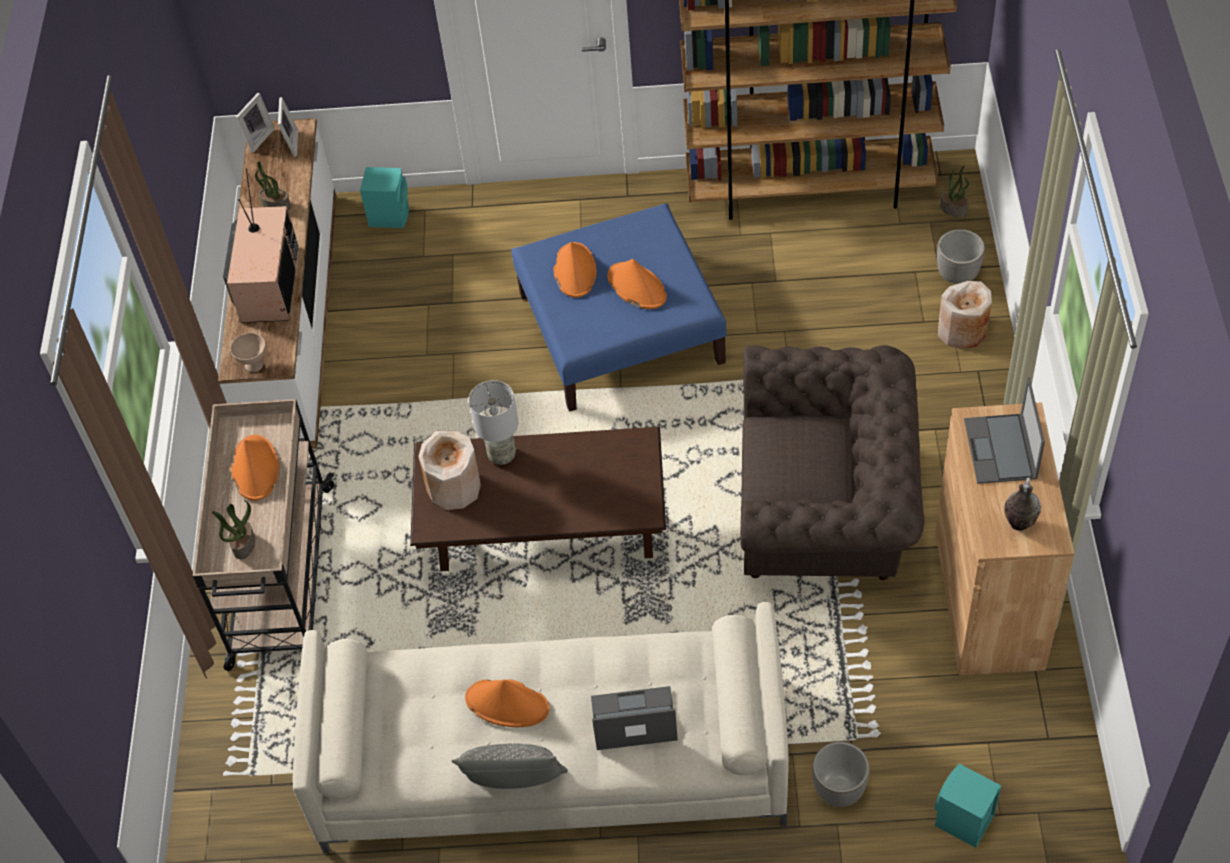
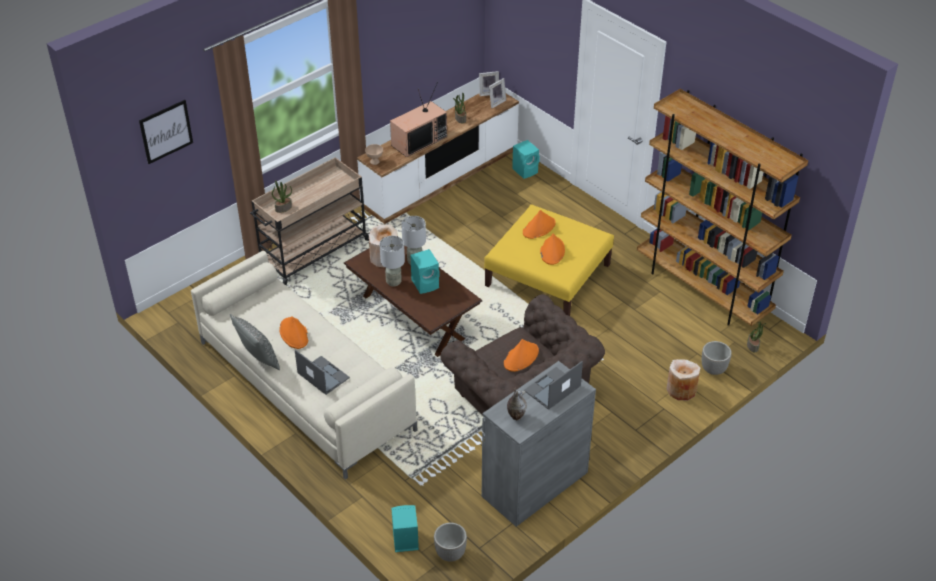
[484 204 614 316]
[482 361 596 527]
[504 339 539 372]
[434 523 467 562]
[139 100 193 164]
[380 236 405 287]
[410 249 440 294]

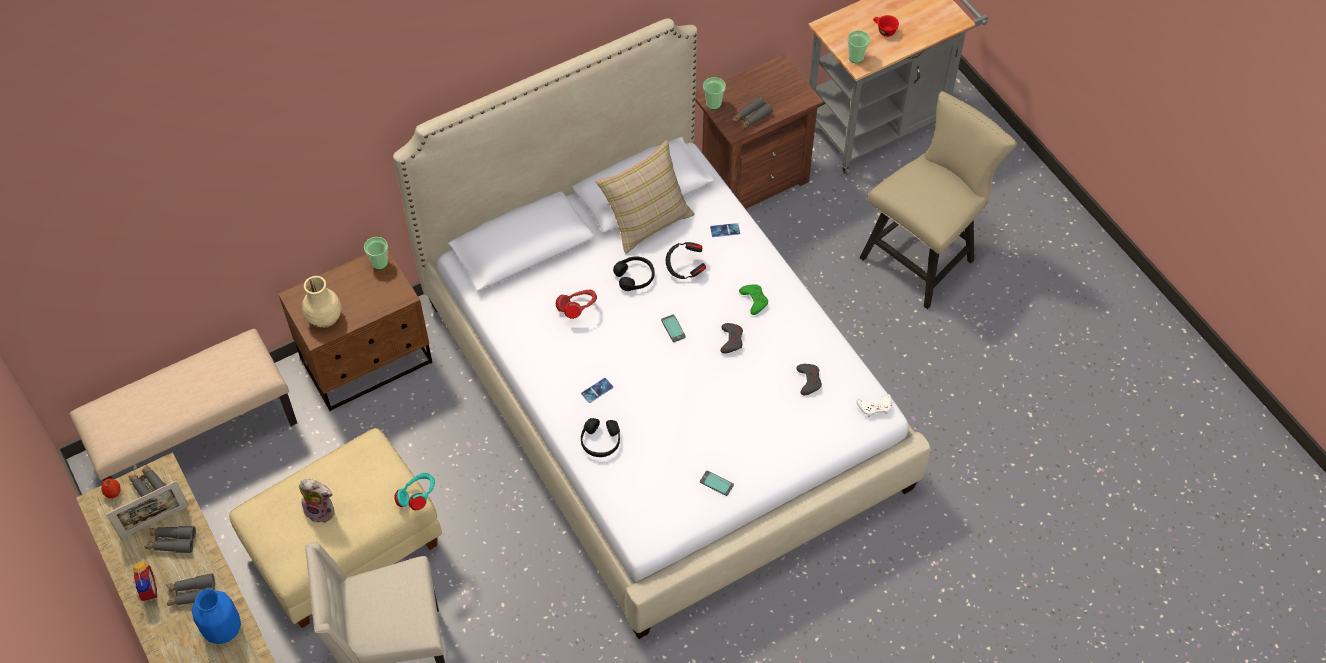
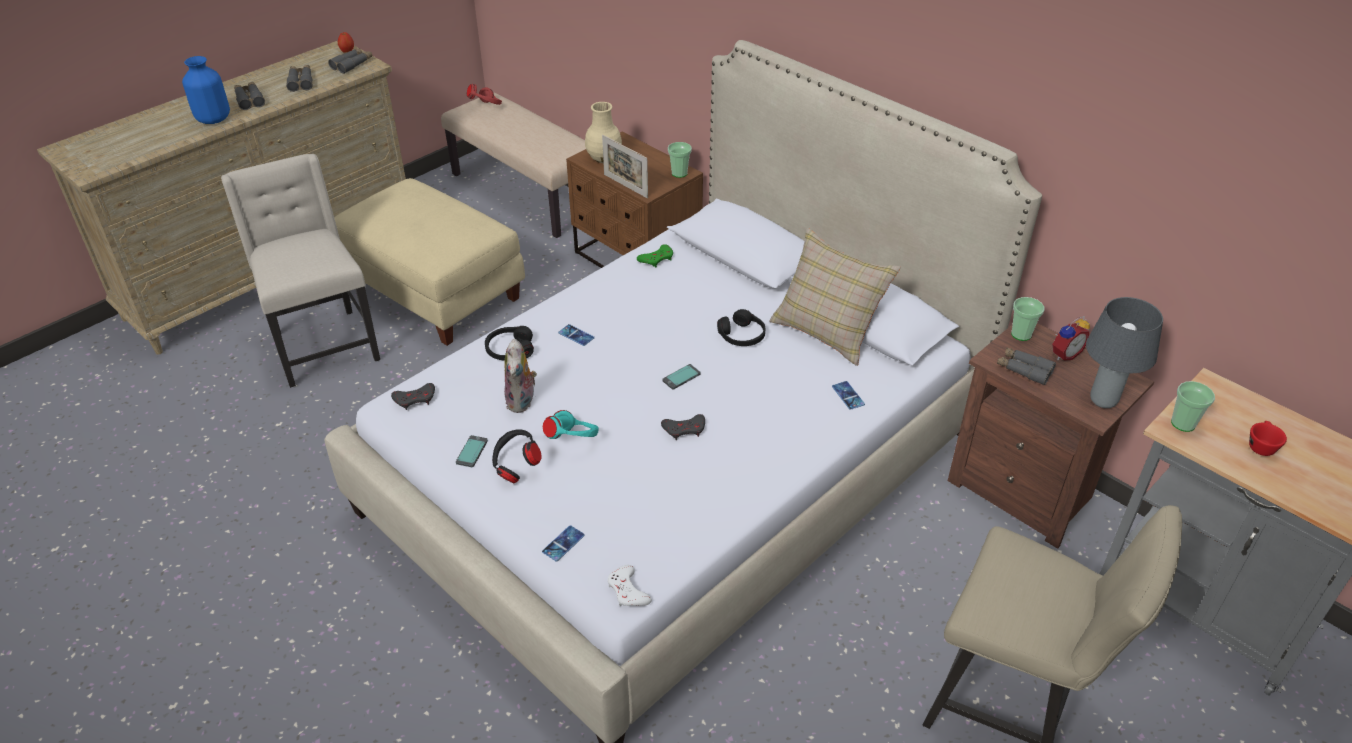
[492 429 542 483]
[637 244 673 267]
[467 84 502 105]
[391 383 435 410]
[543 410 599 439]
[504 339 537 413]
[602 135 648 198]
[1052 316 1090 361]
[1086 297 1163 408]
[542 525 585 562]

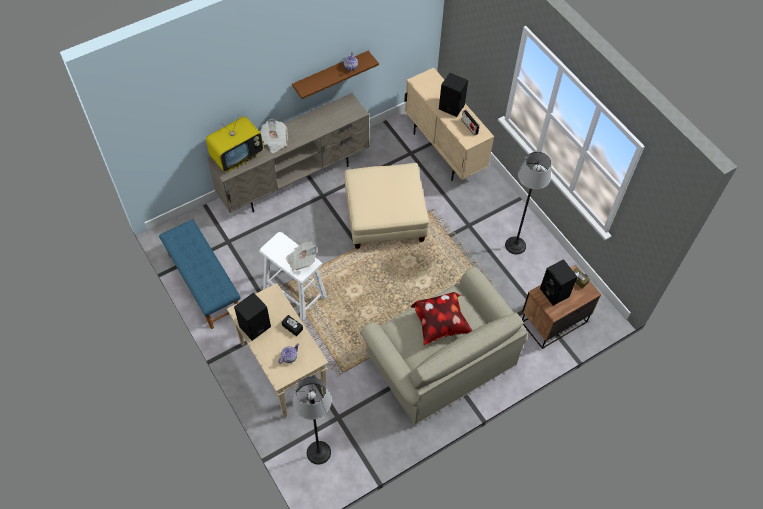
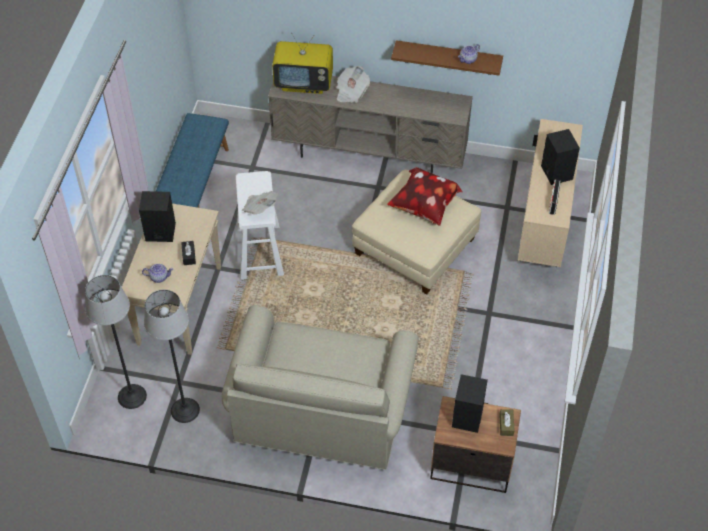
[144 290 200 423]
[387 167 462 226]

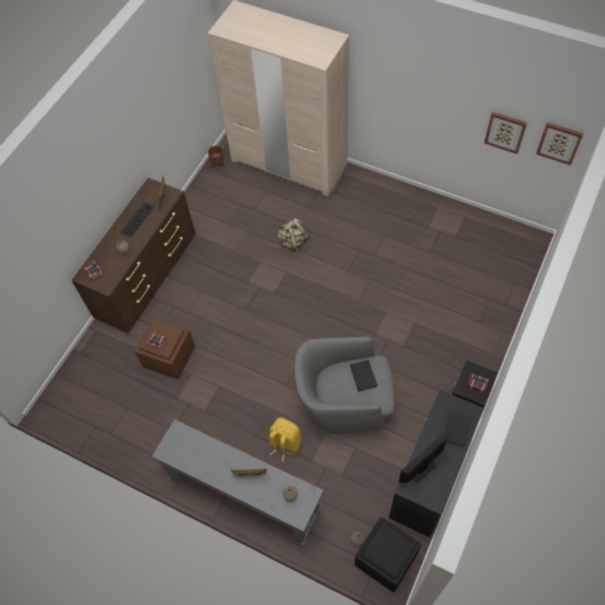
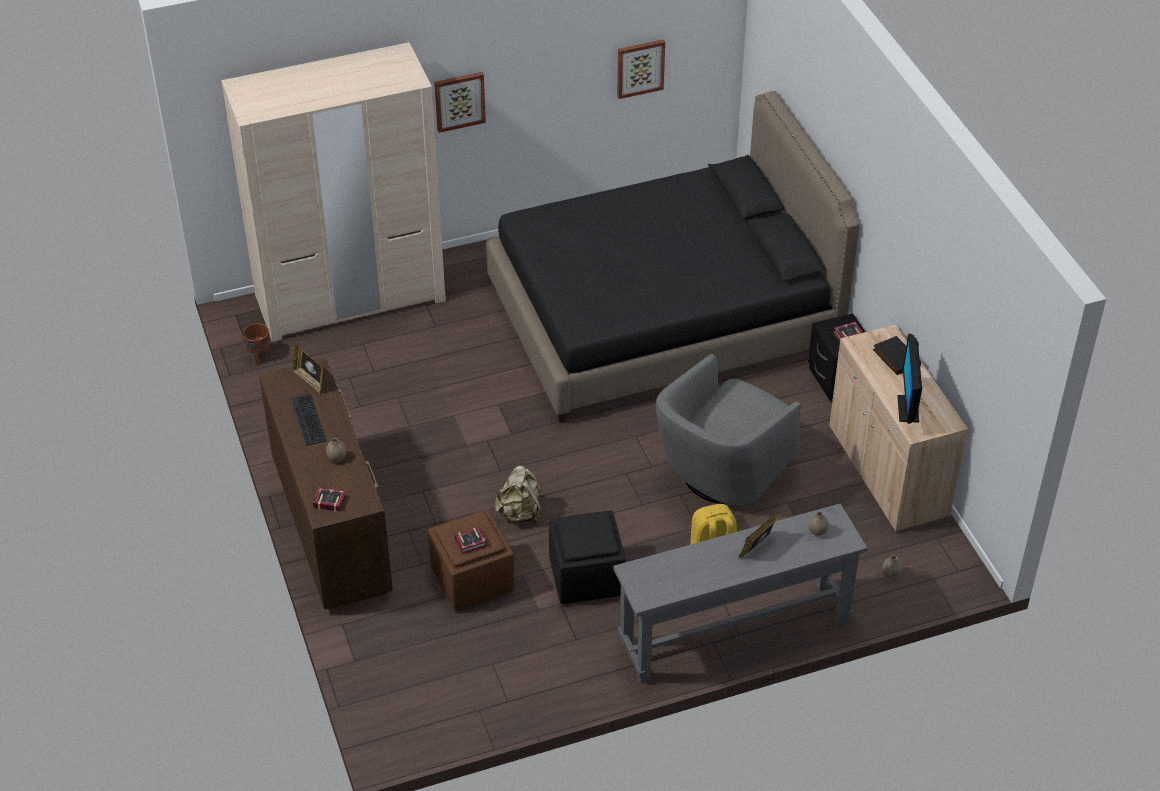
[434 72 486 133]
[495 466 541 524]
[350 360 377 392] (first image)
[829 325 968 532]
[549 510 626 604]
[486 91 860 423]

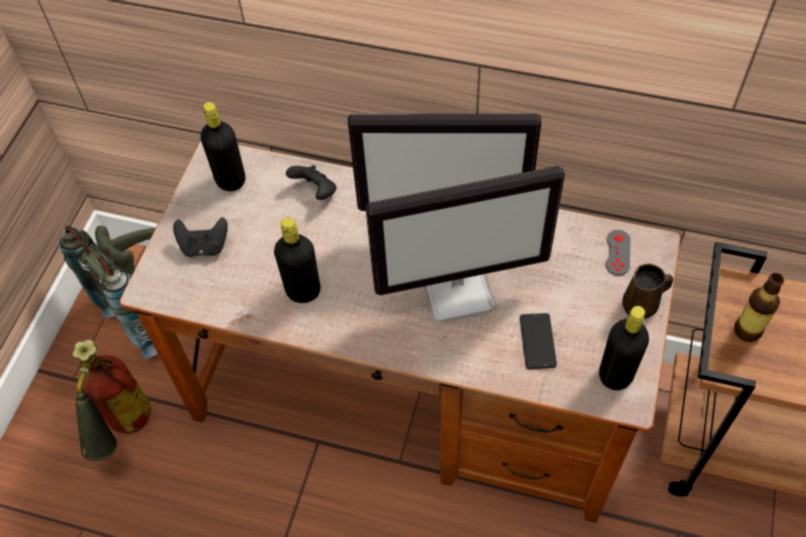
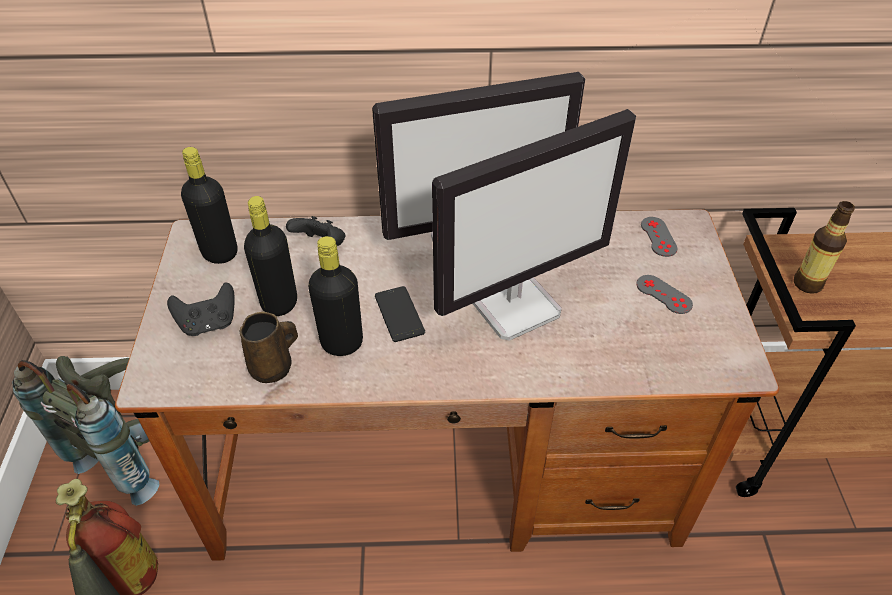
[240 312 298 383]
[244 196 297 316]
[375 286 425 342]
[636 275 693 314]

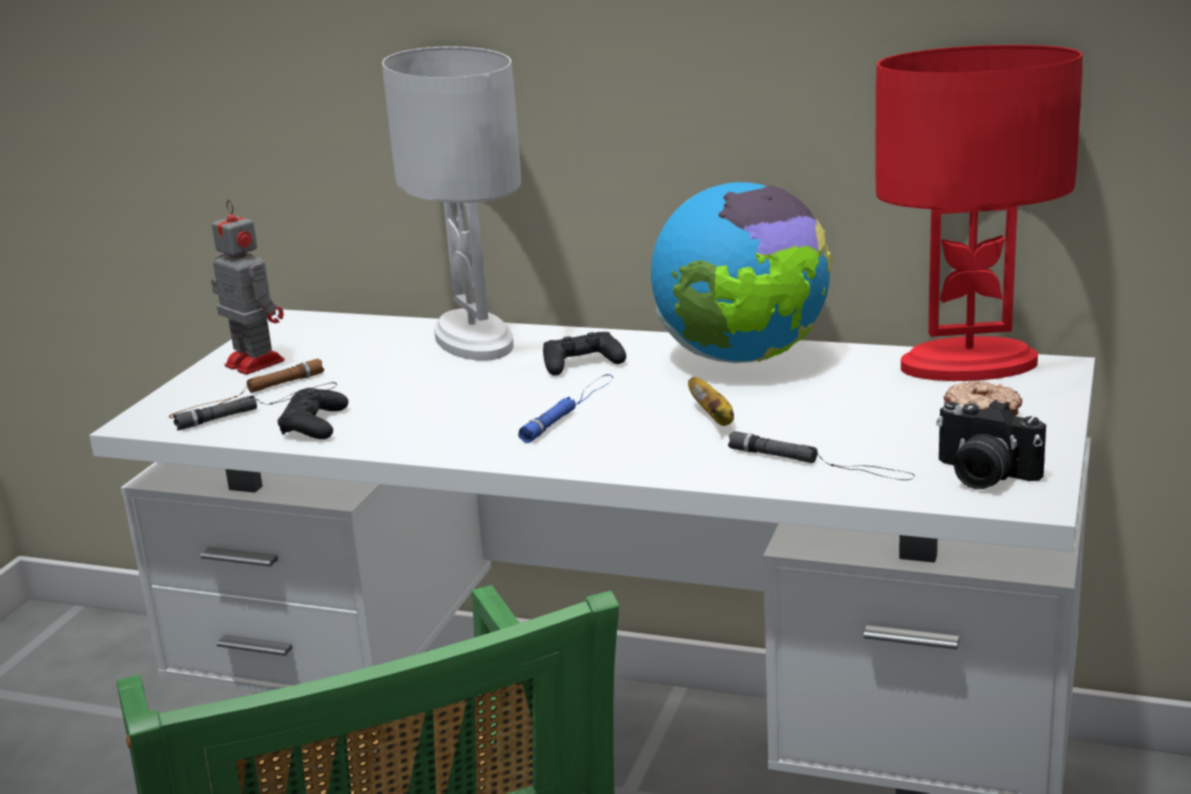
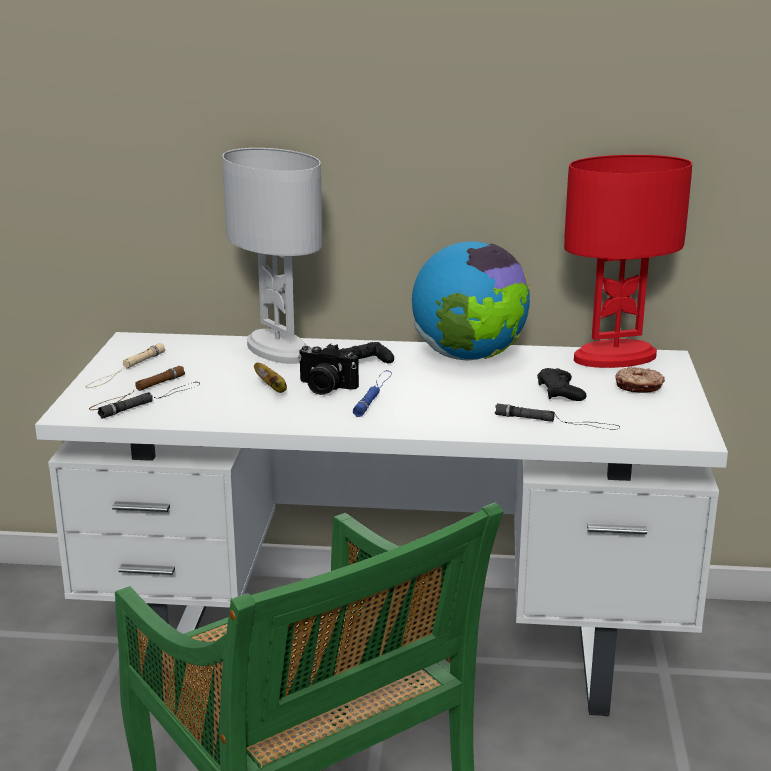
[86 343 165 388]
[254 363 287 393]
[537 368 586 401]
[298 344 359 395]

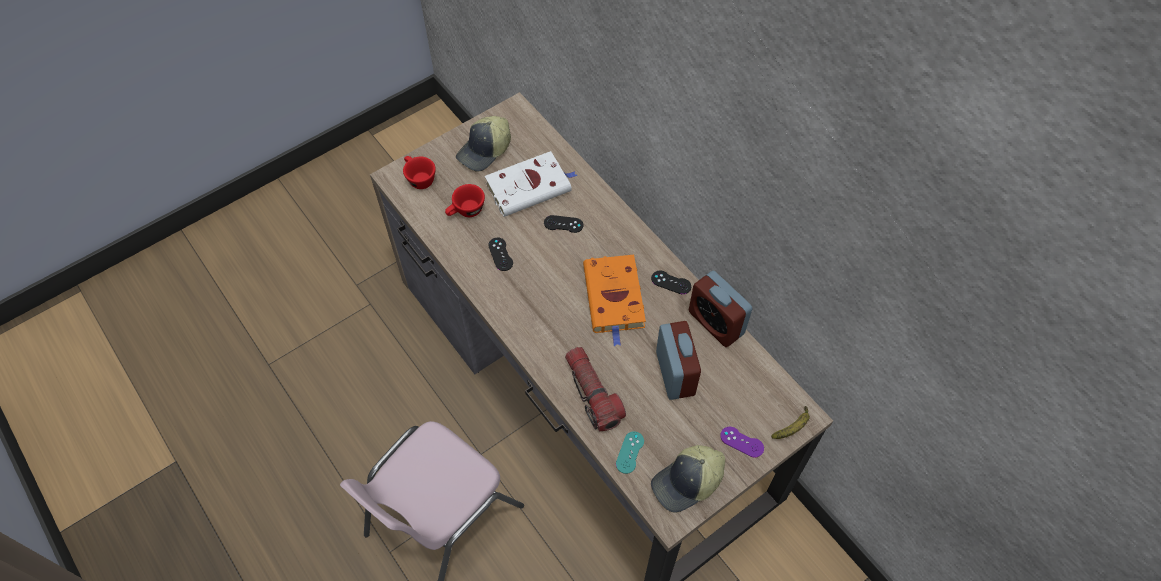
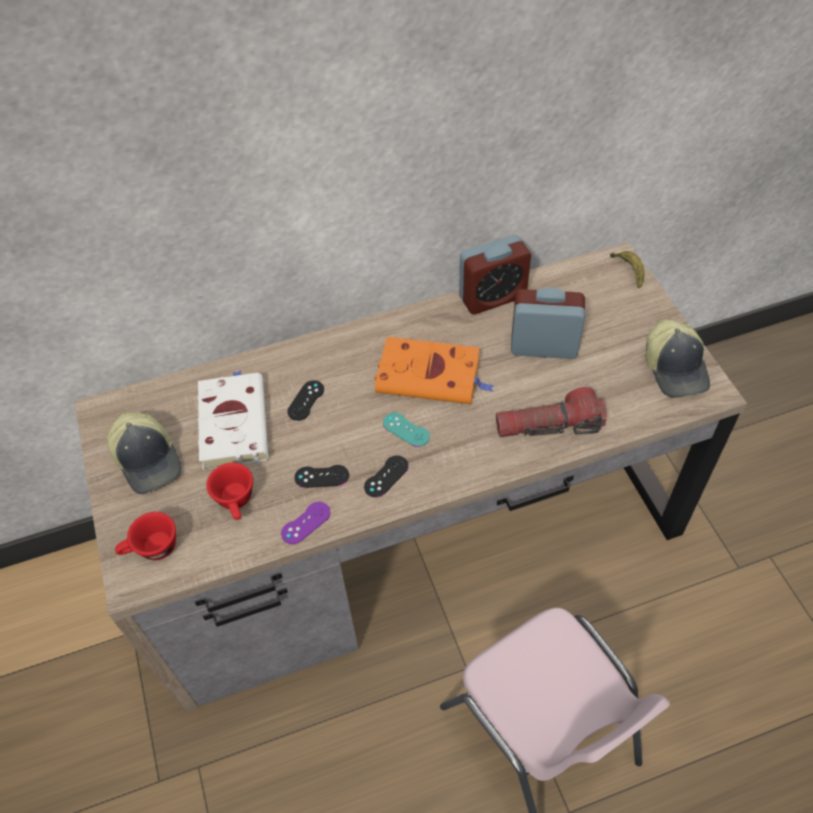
[364 456 409 497]
[281 502 331 544]
[383 412 430 447]

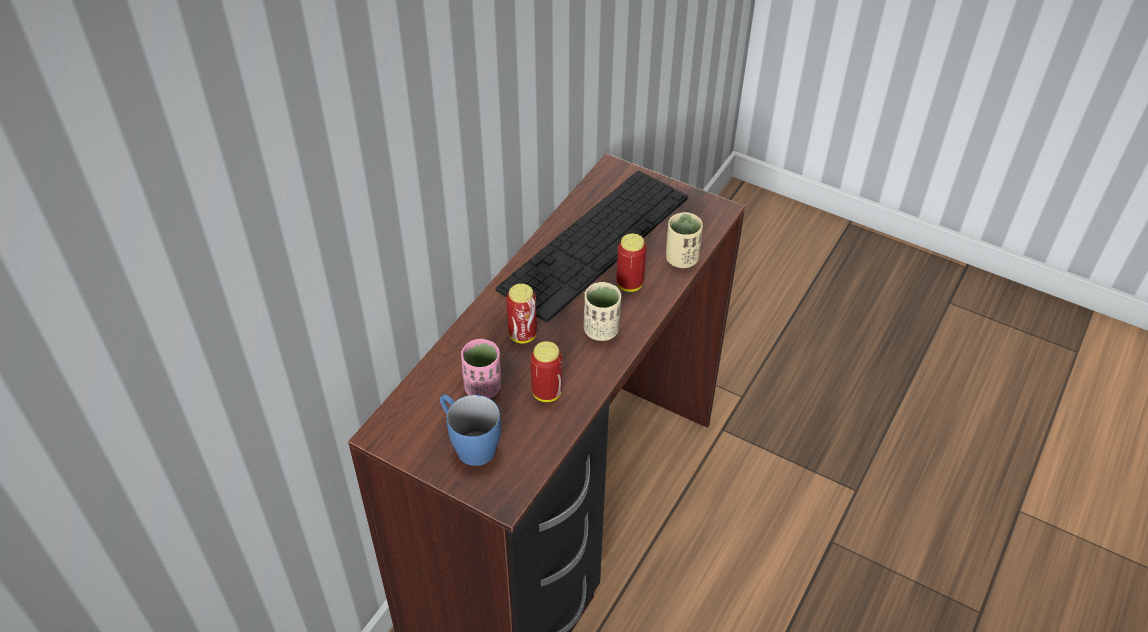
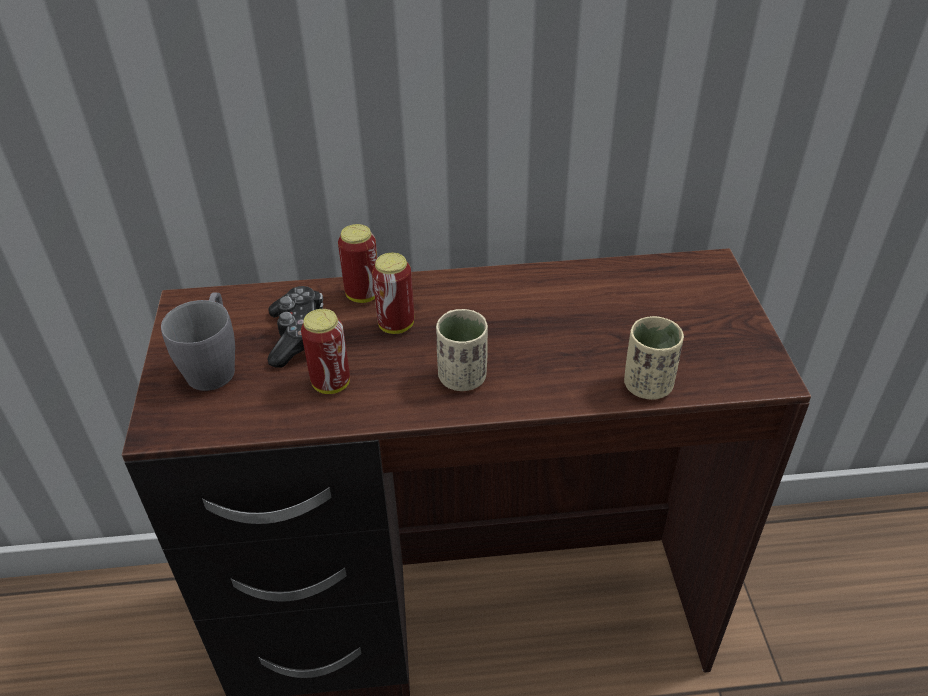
[496 171 688 322] (first image)
[338 224 378 303]
[267 286 323 368]
[161 292 235 391]

